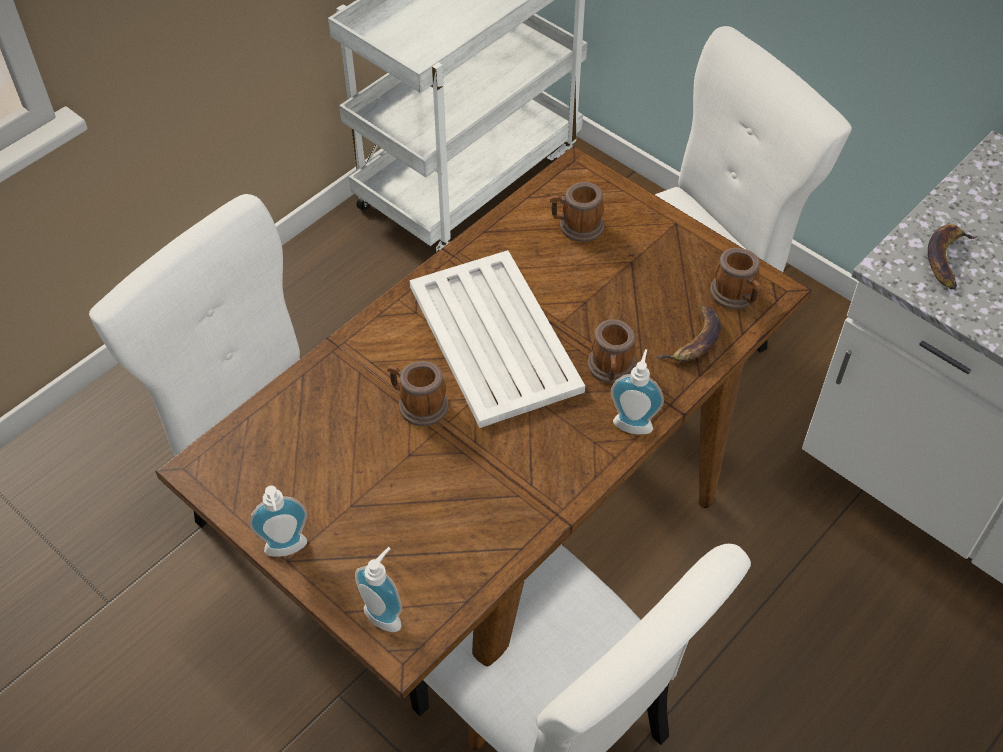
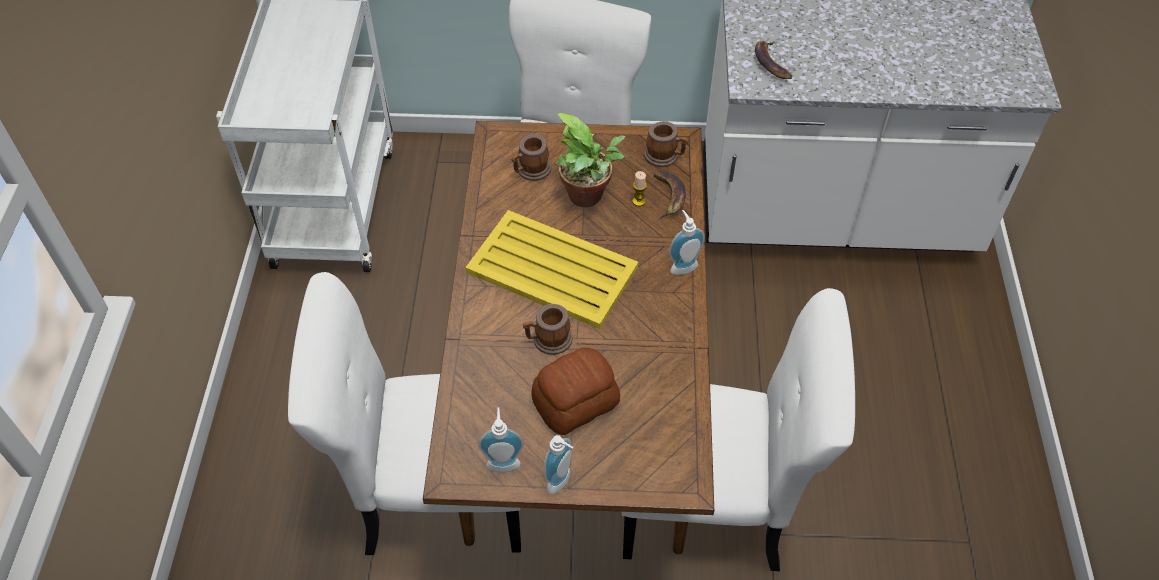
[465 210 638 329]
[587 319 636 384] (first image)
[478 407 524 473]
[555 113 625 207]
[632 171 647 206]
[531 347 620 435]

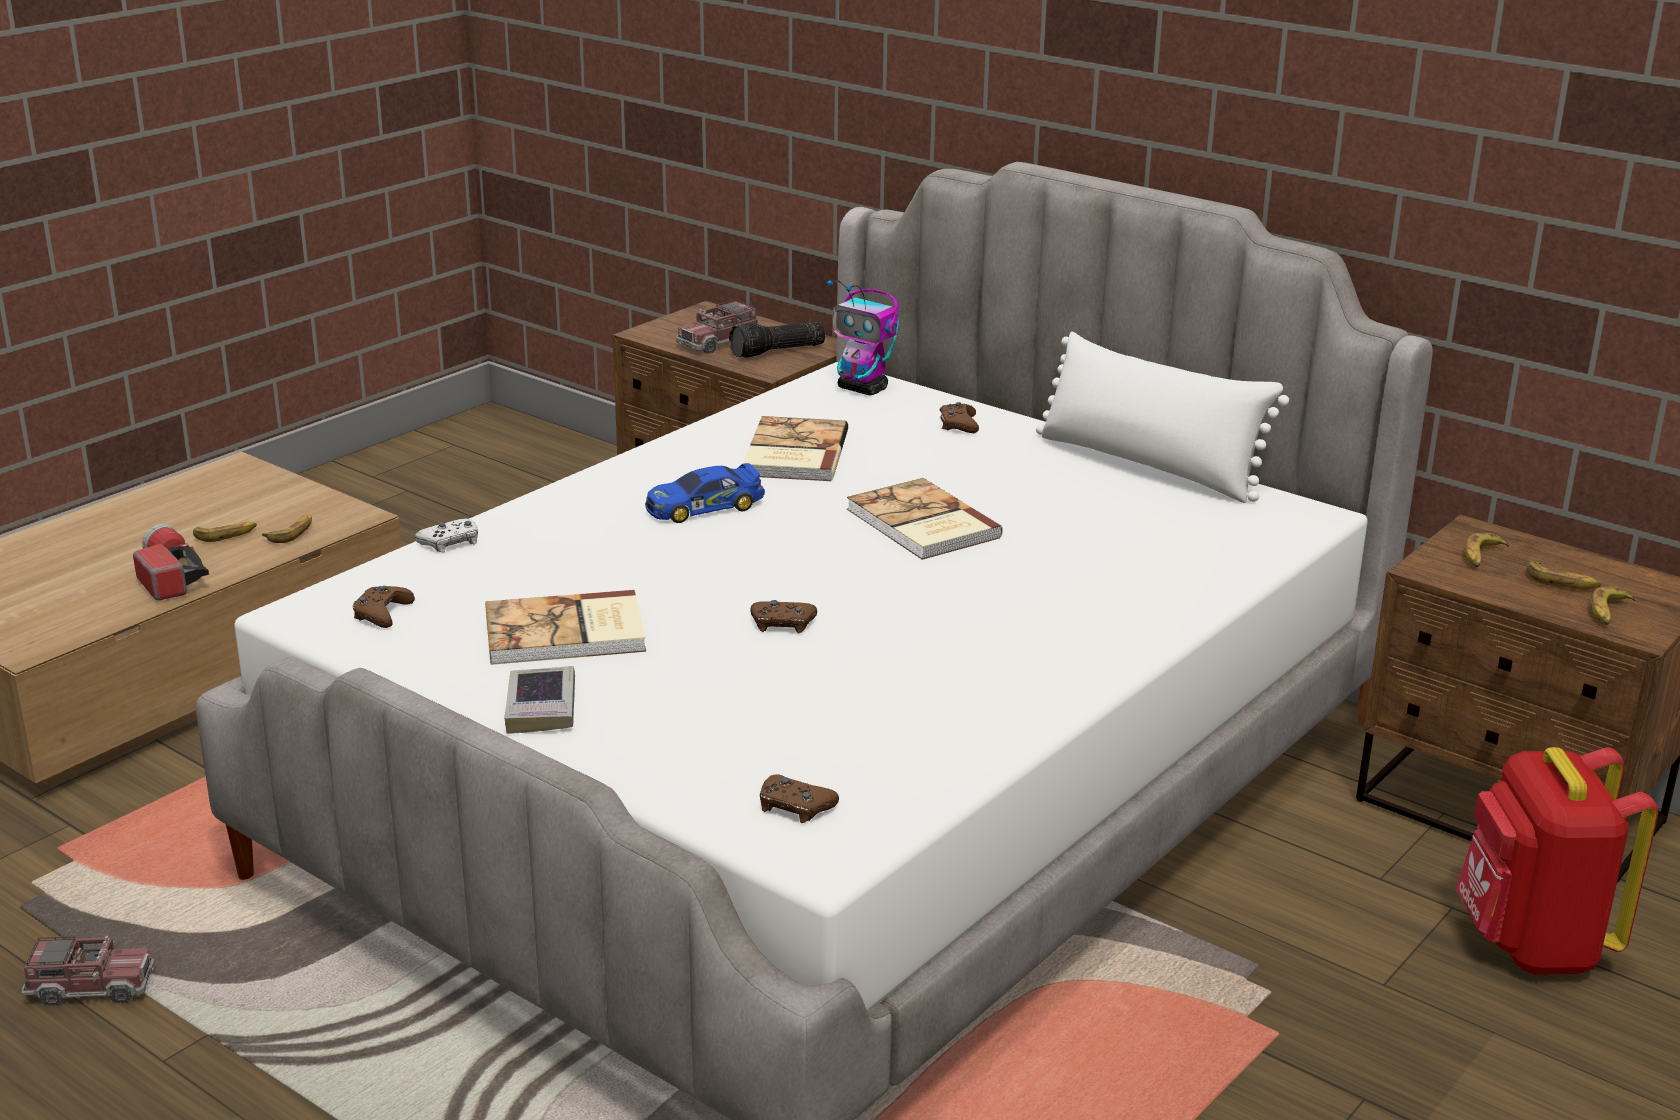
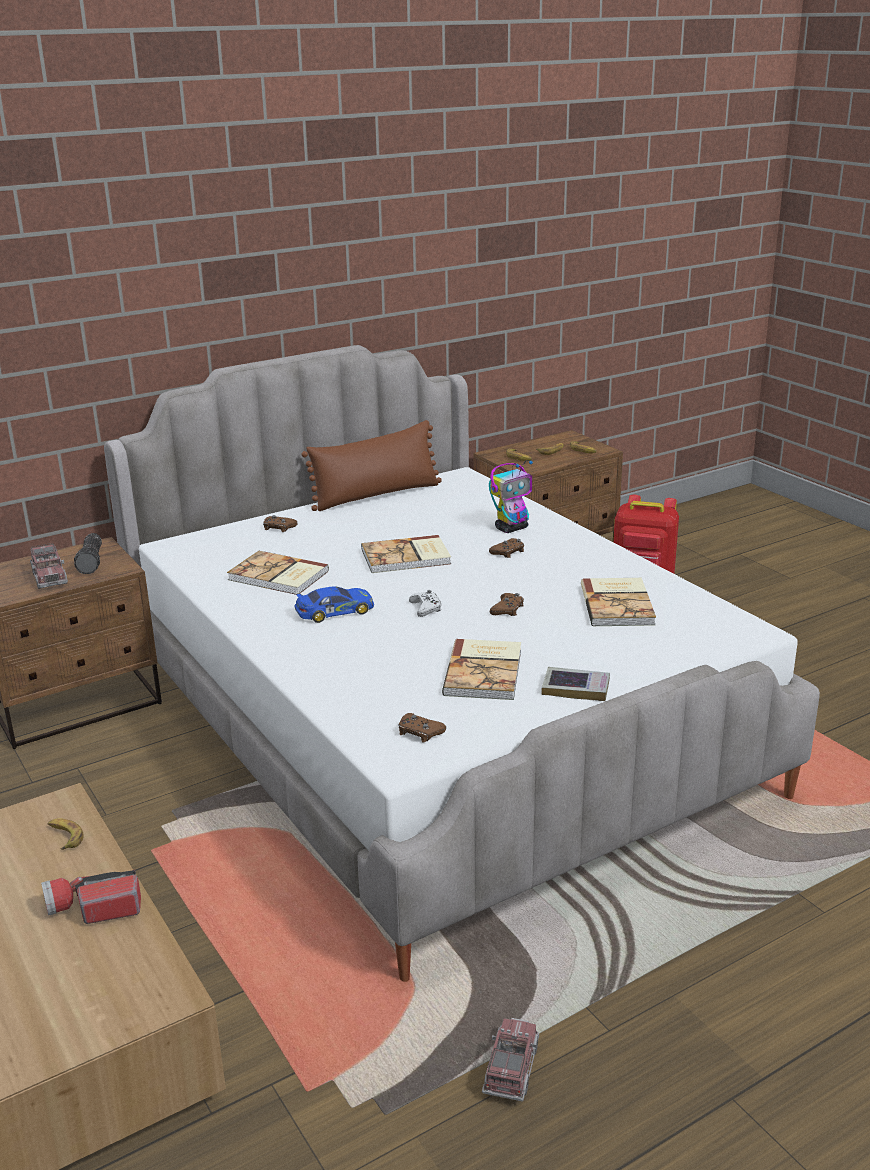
[489 460 533 533]
[301 420 442 511]
[294 586 374 623]
[409 590 441 617]
[193 521 257 542] (first image)
[489 538 524 558]
[581 578 656 626]

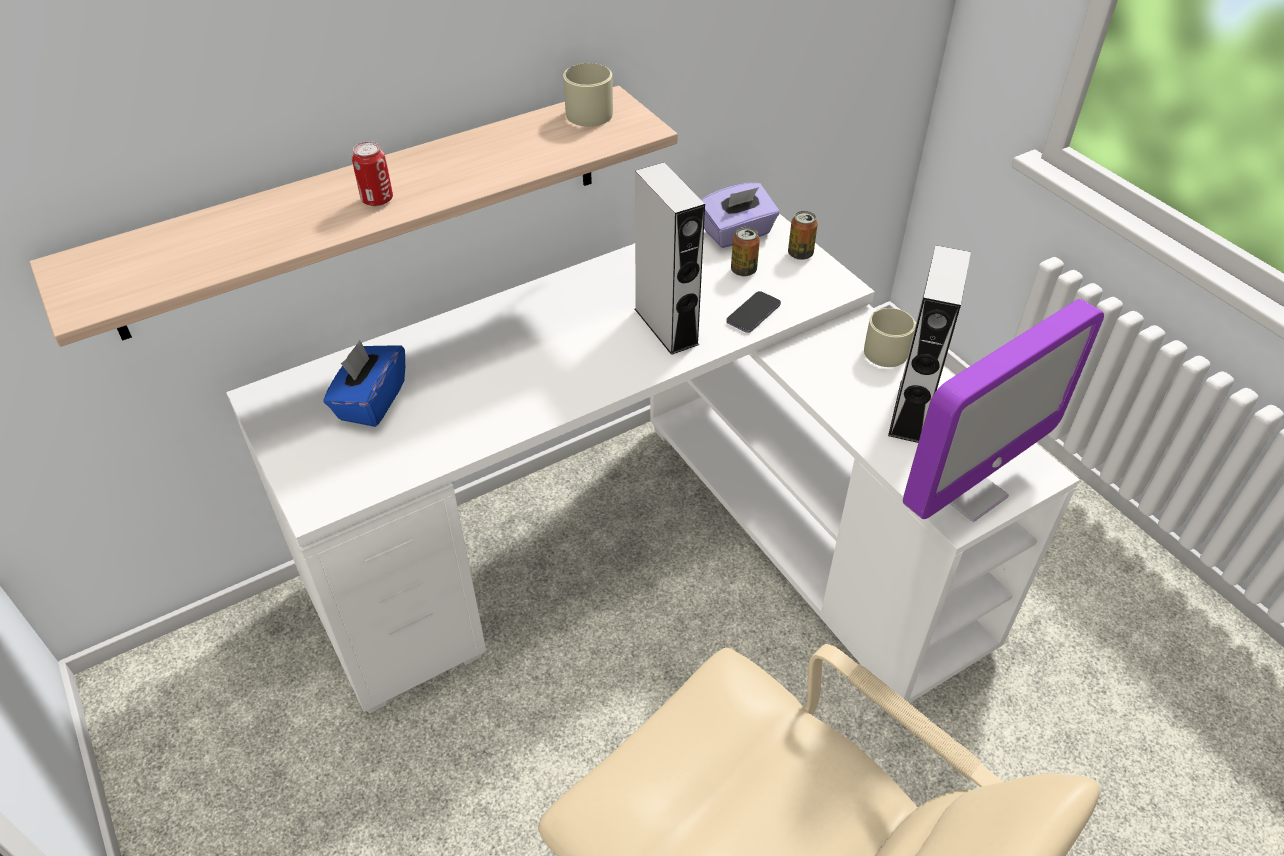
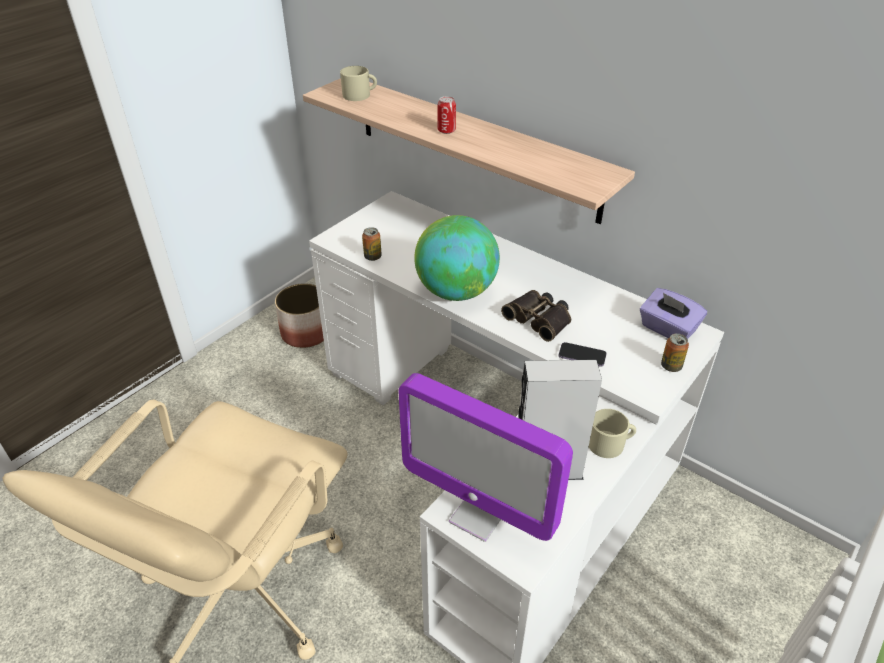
[340 66 377 101]
[501 290 571 342]
[362 227 382 261]
[323 340 405 427] (first image)
[414 215 500 301]
[275 283 324 348]

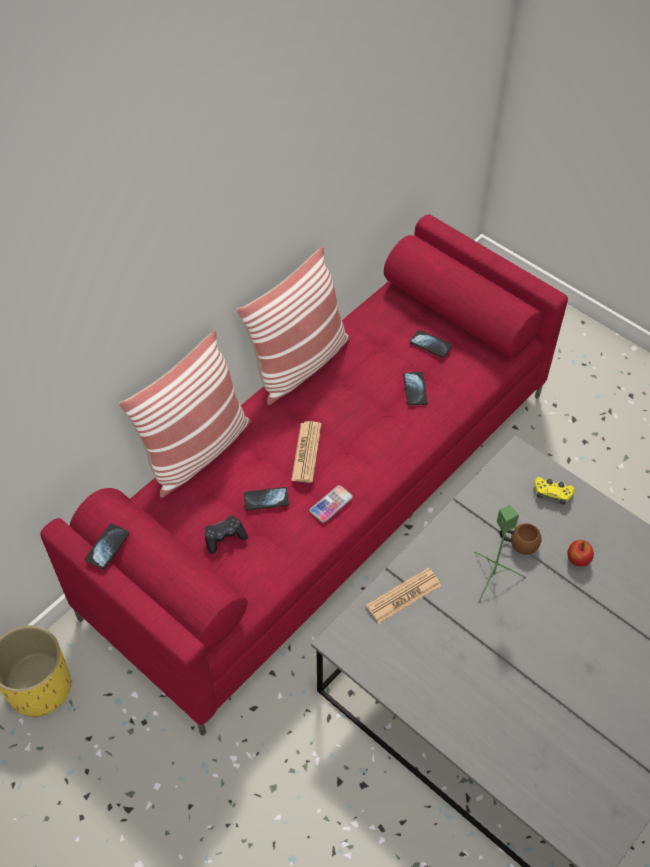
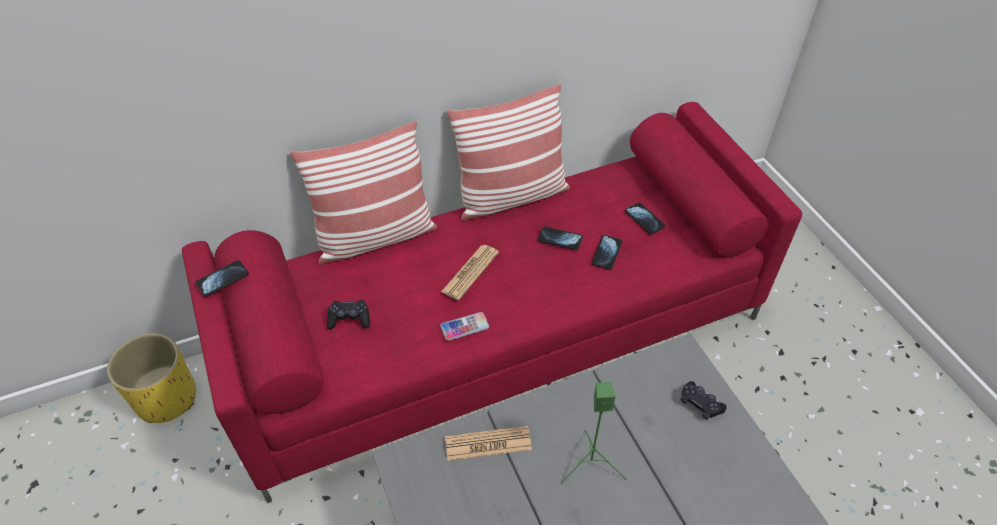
[681 381 727 420]
[538 227 583 250]
[500 523 542 555] (first image)
[567 540 594 566] (first image)

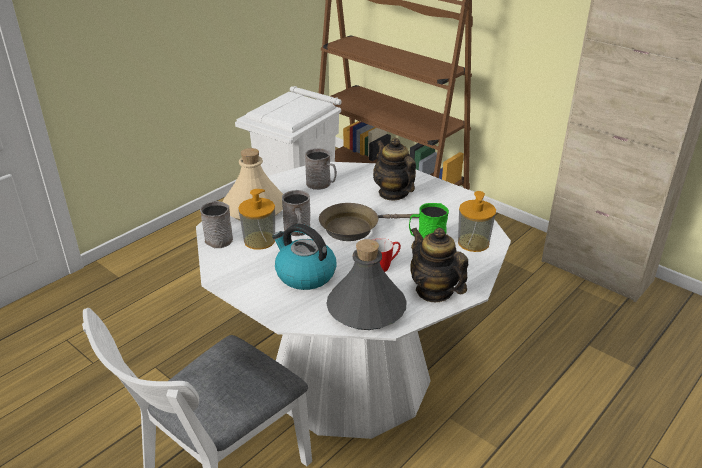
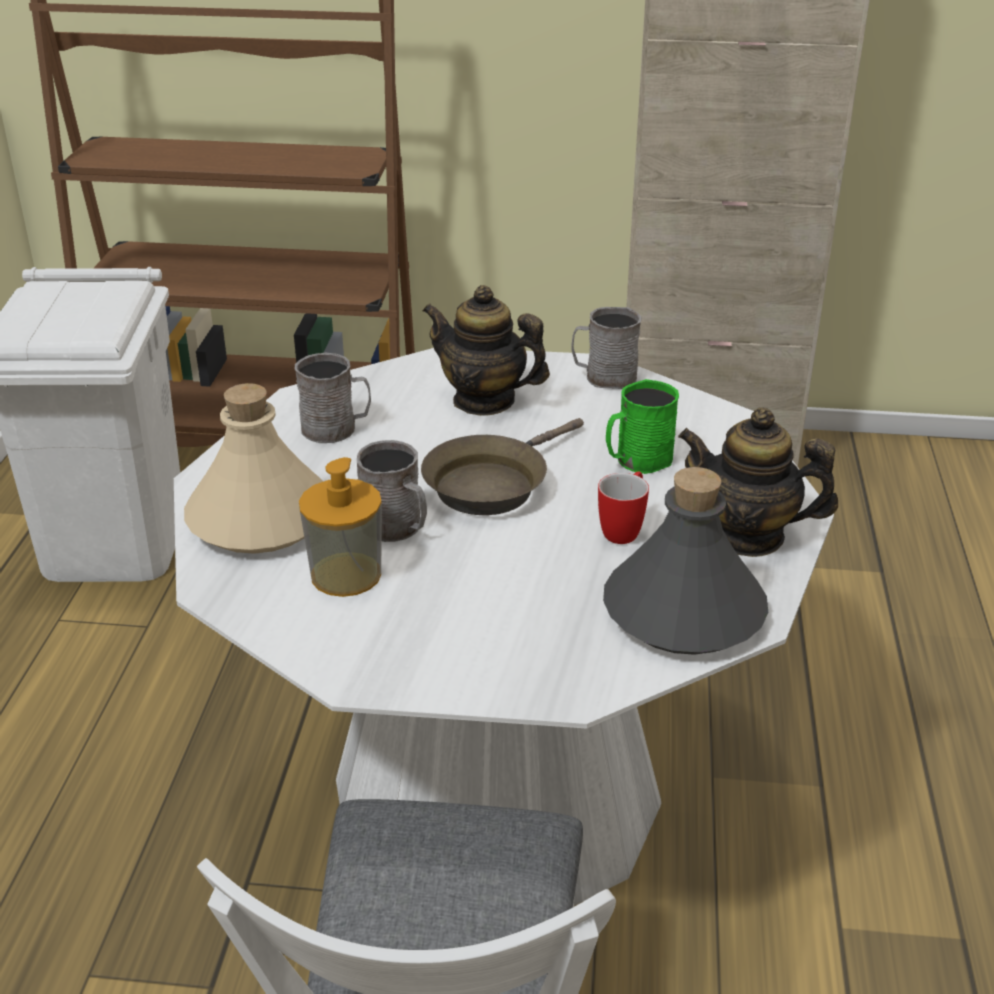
[458 191 496 252] (first image)
[571 307 642 389]
[272 224 337 290] (first image)

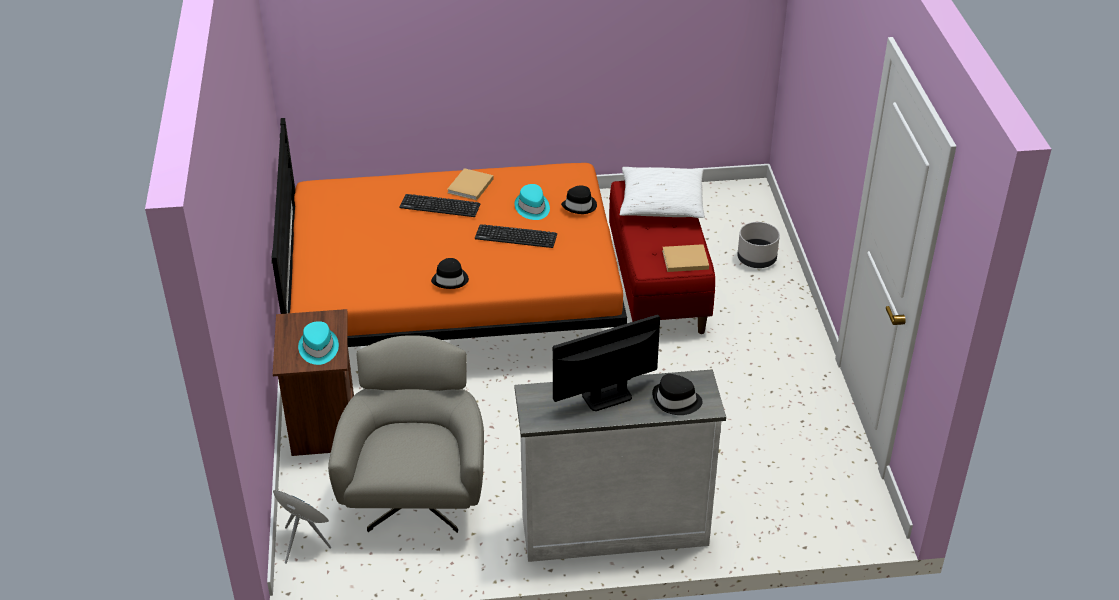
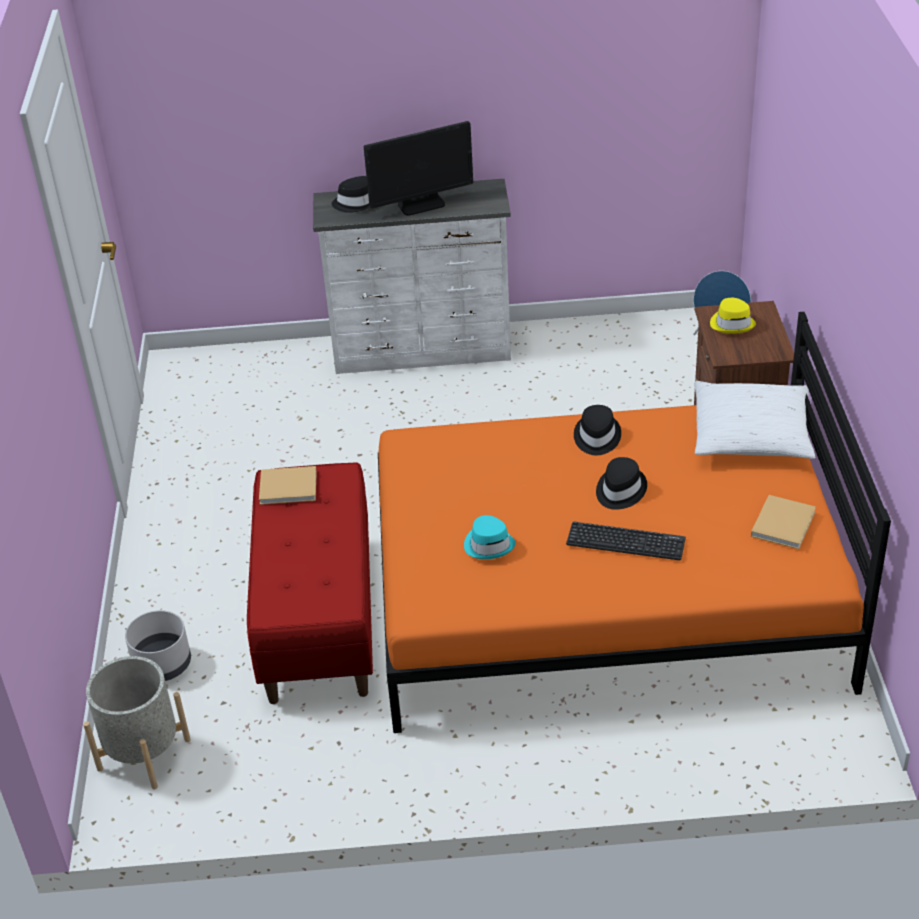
[694 381 815 459]
[751 495 816 549]
[596 457 647 510]
[475 224 557 248] (first image)
[710 298 756 334]
[328 335 484 533] (first image)
[83 656 191 790]

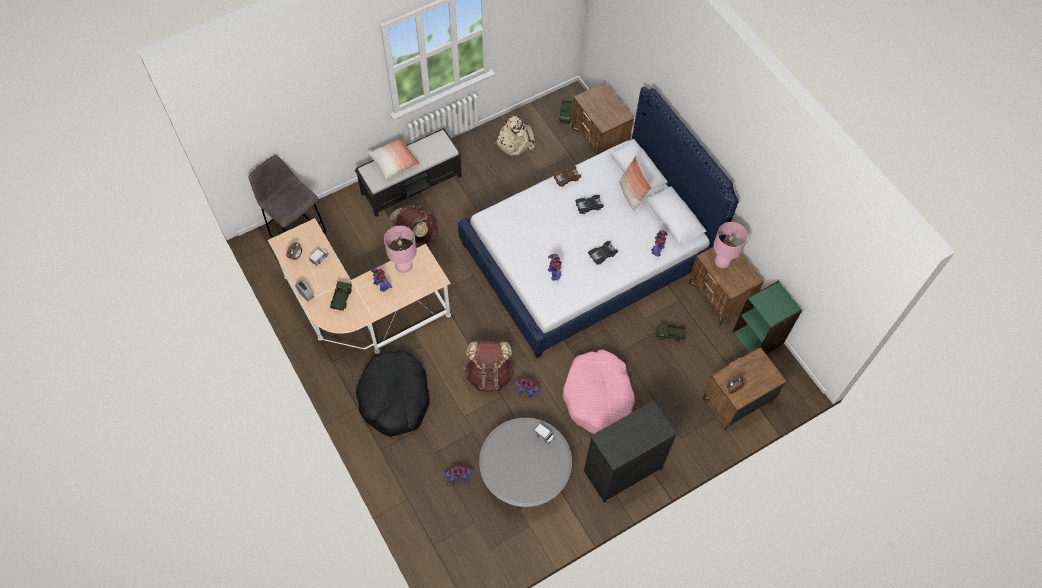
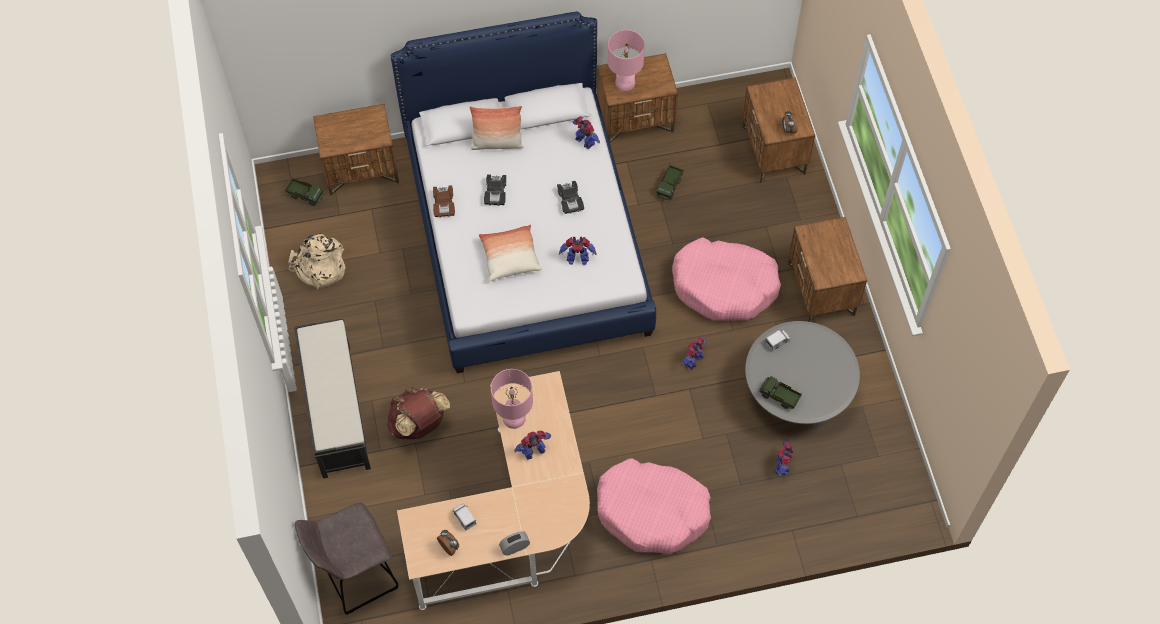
[479 225 542 281]
[759 376 802 409]
[732 281 802 354] (first image)
[464 340 514 392] (first image)
[597 458 711 554]
[788 217 867 322]

